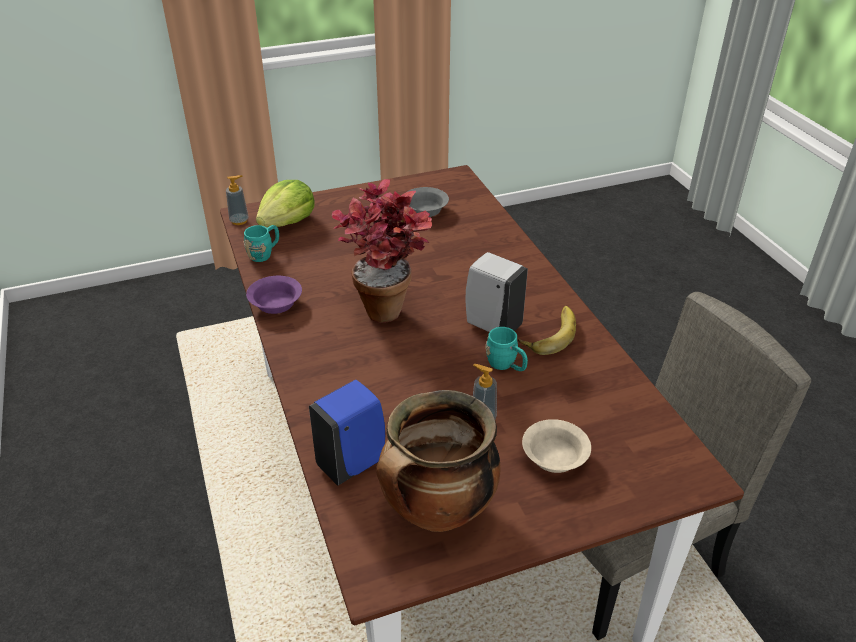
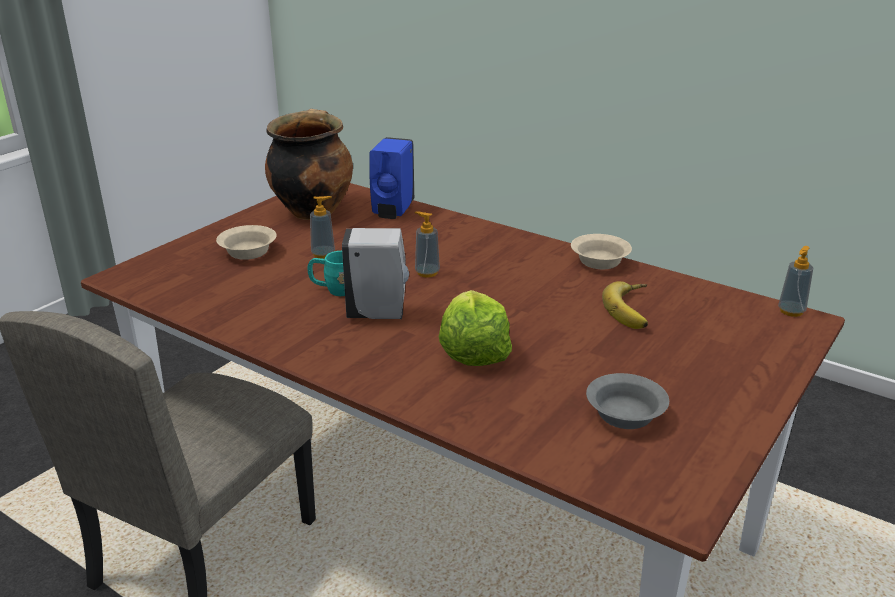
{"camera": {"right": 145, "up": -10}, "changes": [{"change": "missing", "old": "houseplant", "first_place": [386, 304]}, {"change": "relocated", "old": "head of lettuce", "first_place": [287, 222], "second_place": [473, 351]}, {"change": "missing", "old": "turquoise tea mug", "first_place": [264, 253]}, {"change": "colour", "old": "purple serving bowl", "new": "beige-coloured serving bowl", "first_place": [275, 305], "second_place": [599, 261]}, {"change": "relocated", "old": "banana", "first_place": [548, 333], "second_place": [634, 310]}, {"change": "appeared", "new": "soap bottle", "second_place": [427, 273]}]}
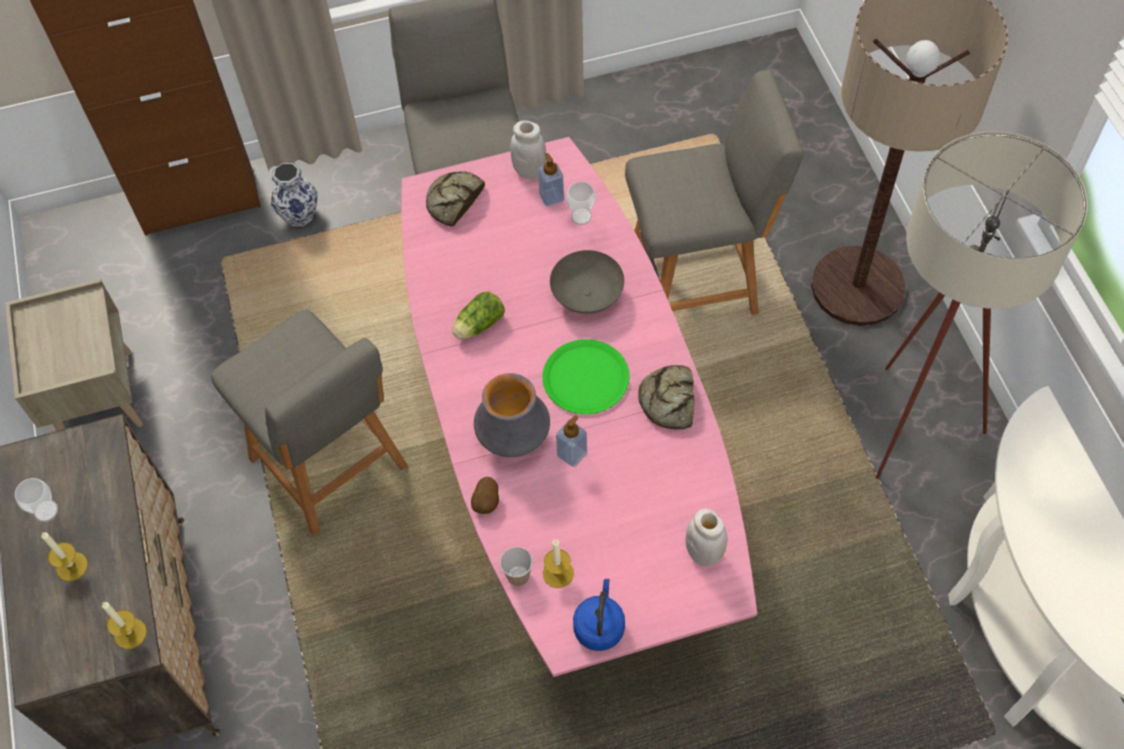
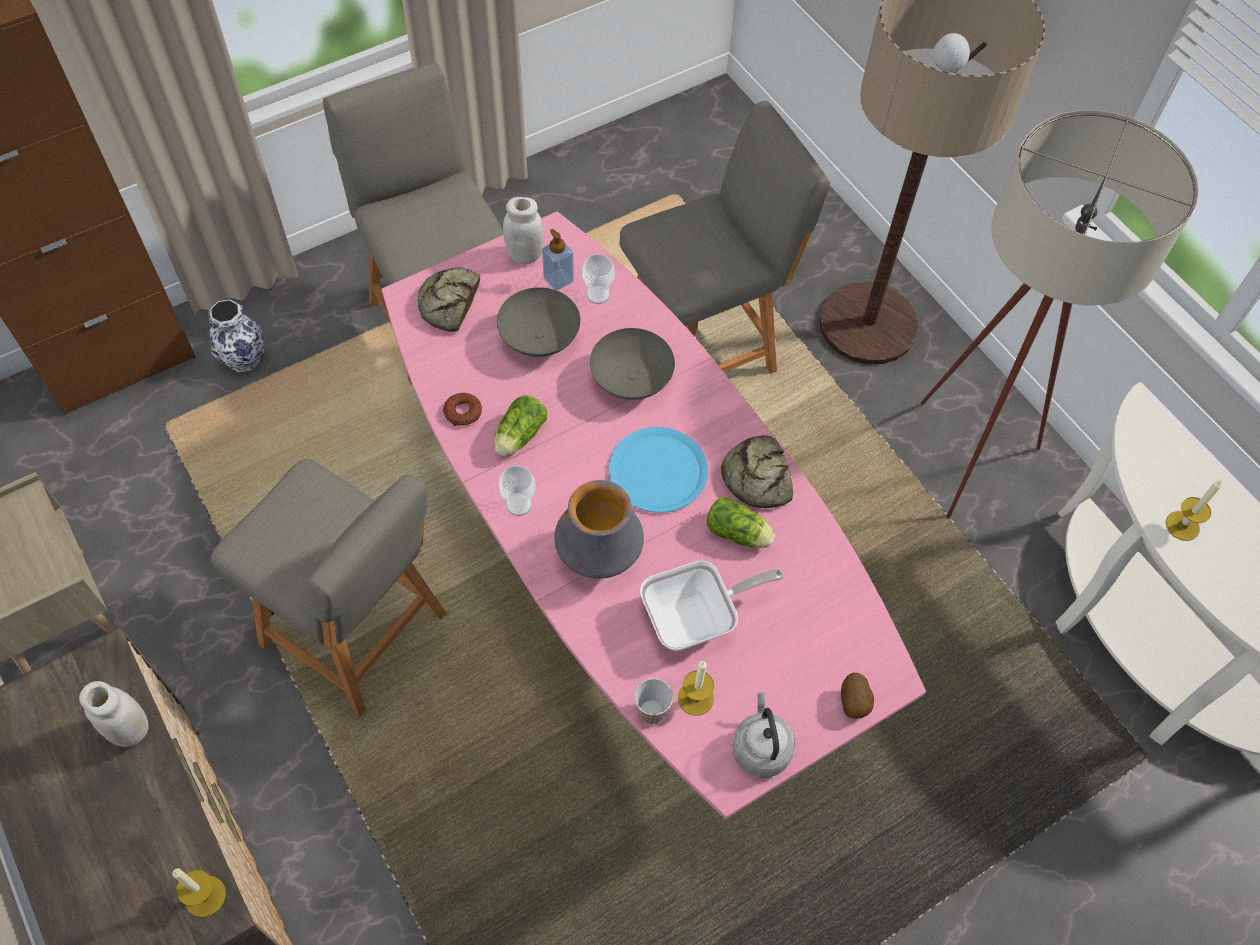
{"camera": {"right": -20, "up": 0}, "changes": [{"change": "colour", "old": "green-coloured plate", "new": "blue-coloured plate", "first_place": [585, 378], "second_place": [658, 471]}, {"change": "missing", "old": "soap bottle", "first_place": [572, 454]}, {"change": "relocated", "old": "spud", "first_place": [487, 503], "second_place": [854, 703]}, {"change": "relocated", "old": "small cup", "first_place": [46, 511], "second_place": [519, 505]}, {"change": "relocated", "old": "white-coloured preserve jar", "first_place": [704, 552], "second_place": [129, 729]}, {"change": "relocated", "old": "candle", "first_place": [72, 566], "second_place": [1182, 525]}, {"change": "colour", "old": "blue-coloured tea kettle", "new": "grey tea kettle", "first_place": [599, 626], "second_place": [760, 747]}, {"change": "appeared", "new": "grey serving bowl", "second_place": [538, 338]}, {"change": "appeared", "new": "donut", "second_place": [463, 412]}, {"change": "appeared", "new": "head of lettuce", "second_place": [739, 534]}, {"change": "appeared", "new": "skillet", "second_place": [696, 618]}]}
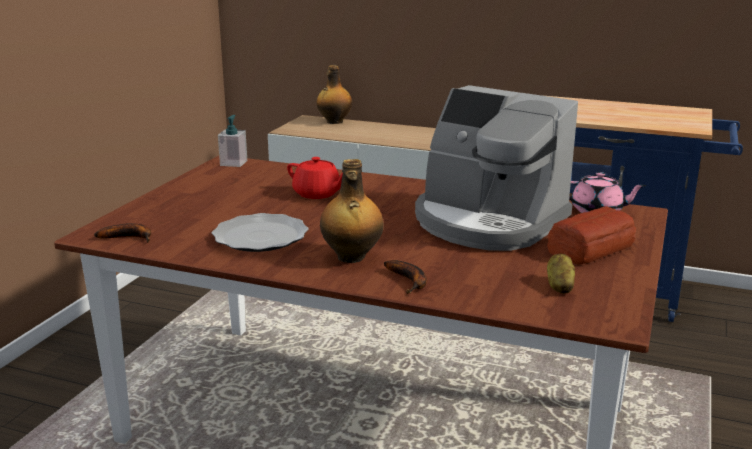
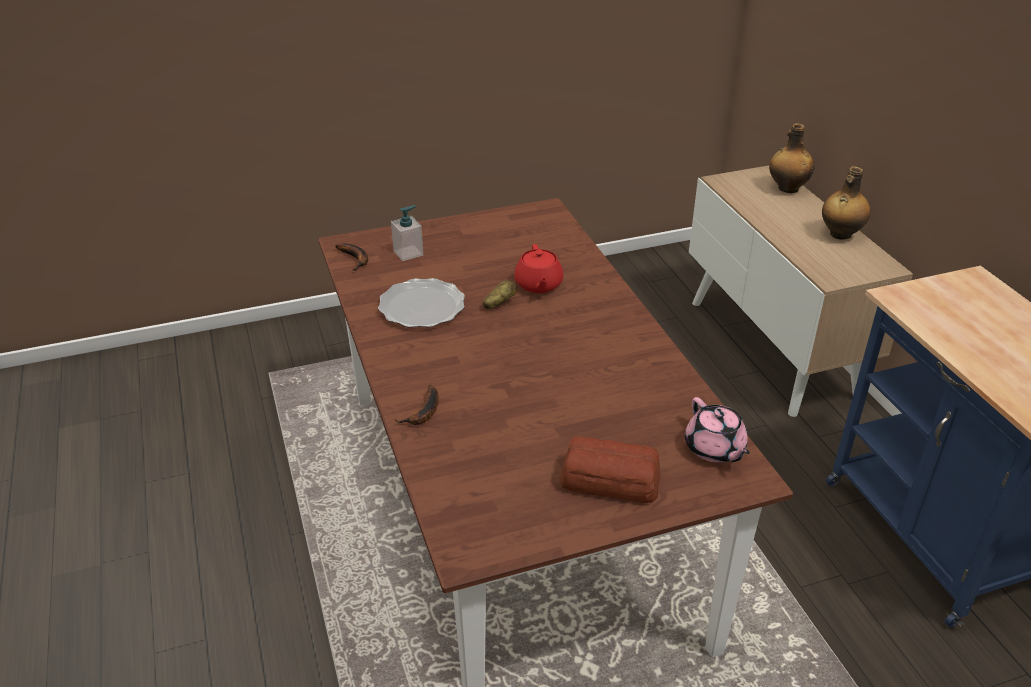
{"camera": {"right": 50, "up": 15}, "changes": [{"change": "missing", "old": "coffee brewer", "first_place": [487, 222]}, {"change": "relocated", "old": "soap bottle", "first_place": [233, 163], "second_place": [408, 253]}, {"change": "relocated", "old": "beverage bottle", "first_place": [351, 257], "second_place": [840, 234]}, {"change": "relocated", "old": "spud", "first_place": [559, 286], "second_place": [499, 304]}]}
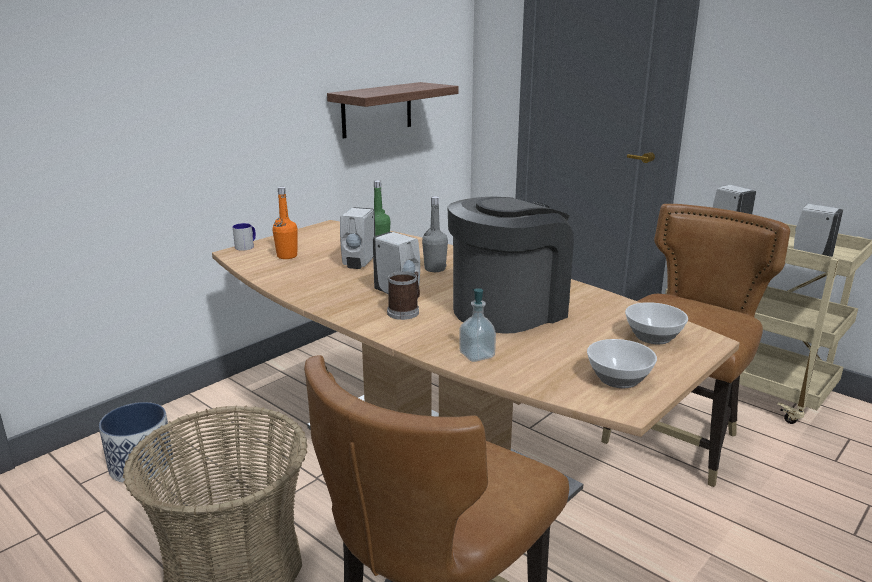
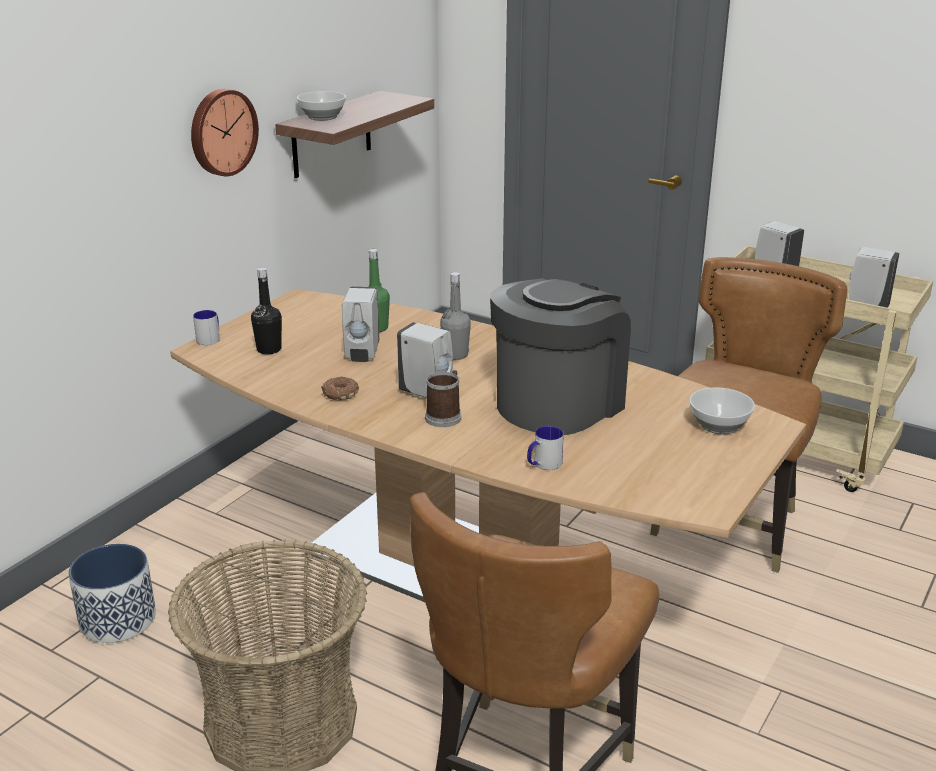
{"camera": {"right": -10, "up": 5}, "changes": [{"change": "colour", "old": "orangey beverage bottle", "new": "black beverage bottle", "first_place": [287, 256], "second_place": [269, 349]}, {"change": "exchanged", "old": "soap bottle", "new": "tea mug", "first_place": [477, 355], "second_place": [543, 464]}, {"change": "relocated", "old": "serving bowl", "first_place": [617, 379], "second_place": [321, 117]}, {"change": "appeared", "new": "clock on the wall", "second_place": [221, 132]}, {"change": "appeared", "new": "donut", "second_place": [339, 394]}]}
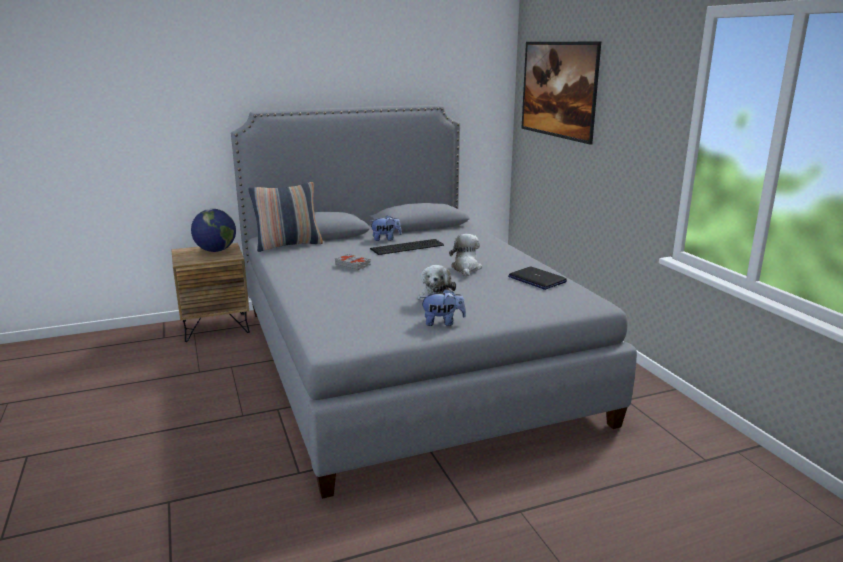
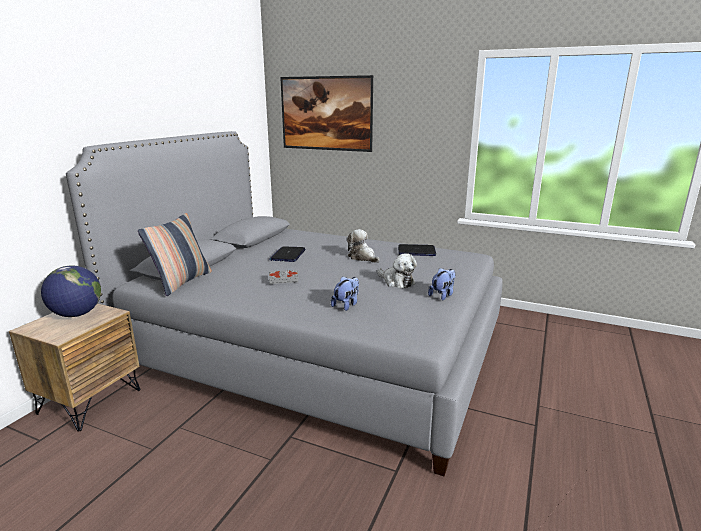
{"camera": {"right": -45, "up": 0}, "changes": [{"change": "relocated", "old": "cuddly toy", "first_place": [385, 239], "second_place": [346, 305]}, {"change": "exchanged", "old": "PC keyboard", "new": "portable computer", "first_place": [408, 247], "second_place": [288, 255]}]}
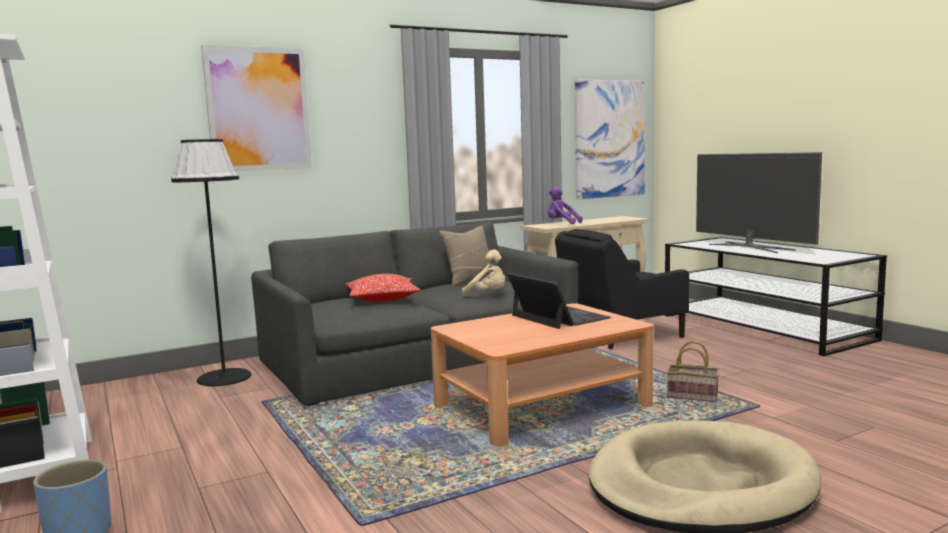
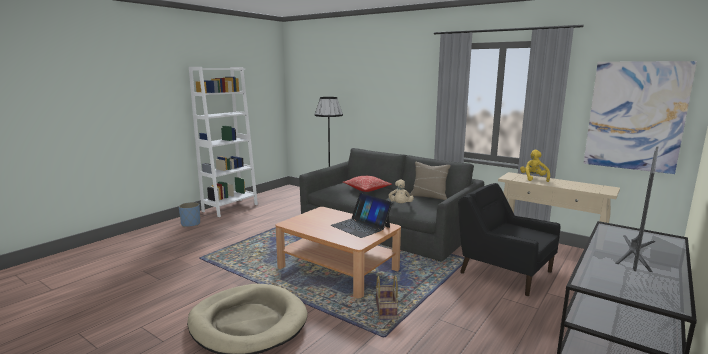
{"camera": {"right": 65, "up": 5}, "changes": [{"change": "missing", "old": "wall art", "first_place": [258, 109]}, {"change": "colour", "old": "purple cuddly toy", "new": "yellow cuddly toy", "first_place": [561, 224], "second_place": [533, 178]}, {"change": "spun", "old": "portable computer", "first_place": [559, 317], "second_place": [360, 226], "degrees": 105}]}
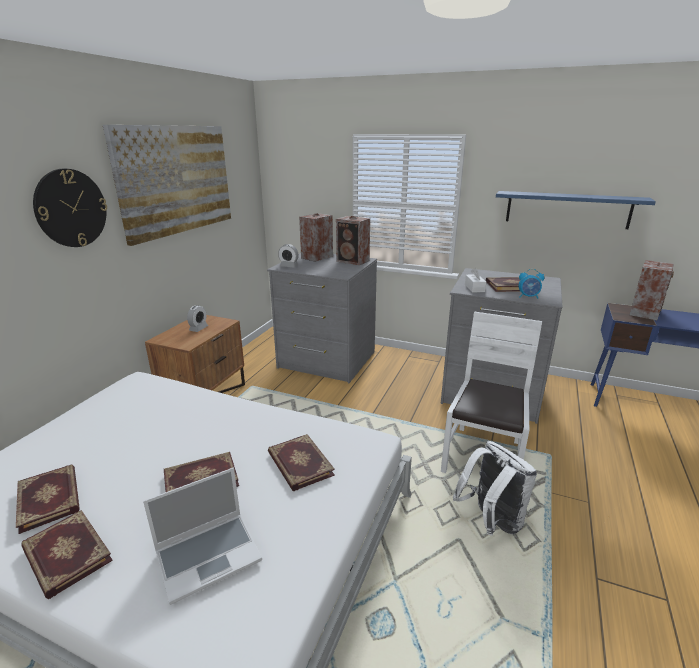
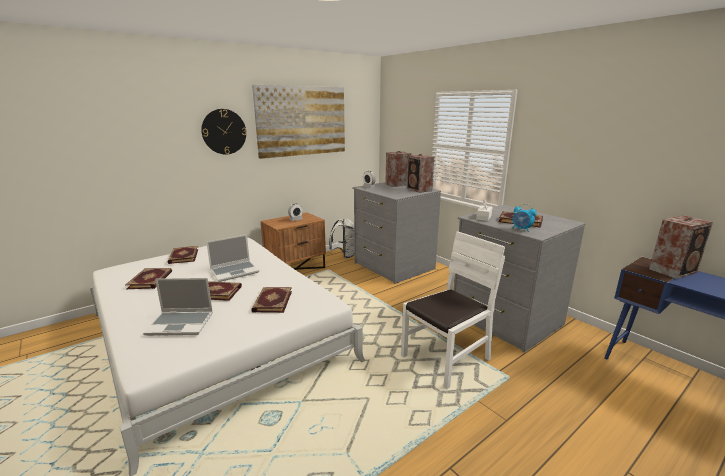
{"camera": {"right": 30, "up": -5}, "changes": [{"change": "missing", "old": "blue-coloured bracket shelf", "first_place": [567, 209]}, {"change": "relocated", "old": "white-coloured knapsack", "first_place": [491, 521], "second_place": [344, 255]}, {"change": "relocated", "old": "book", "first_place": [65, 555], "second_place": [183, 256]}, {"change": "appeared", "new": "portable computer", "second_place": [235, 271]}]}
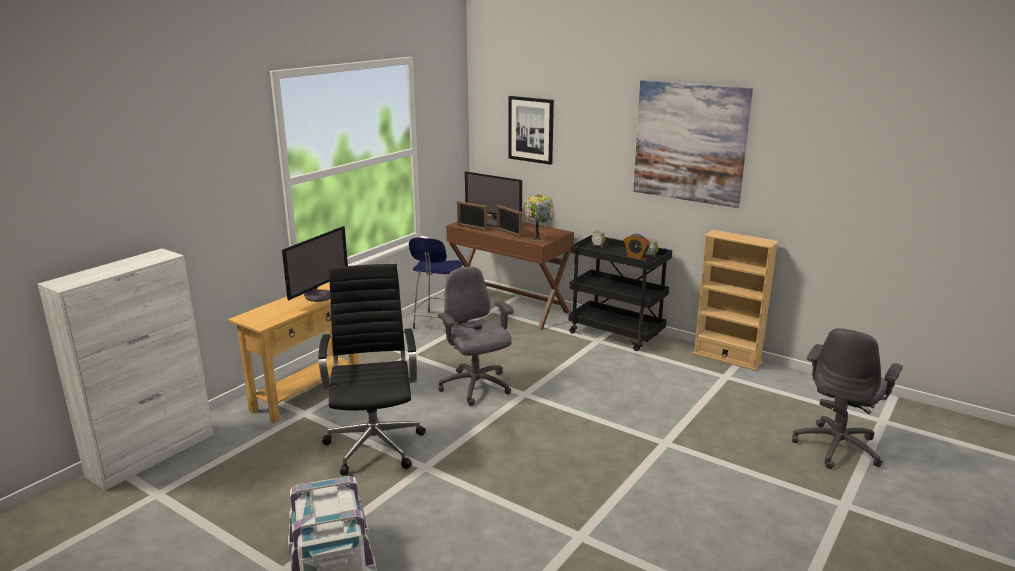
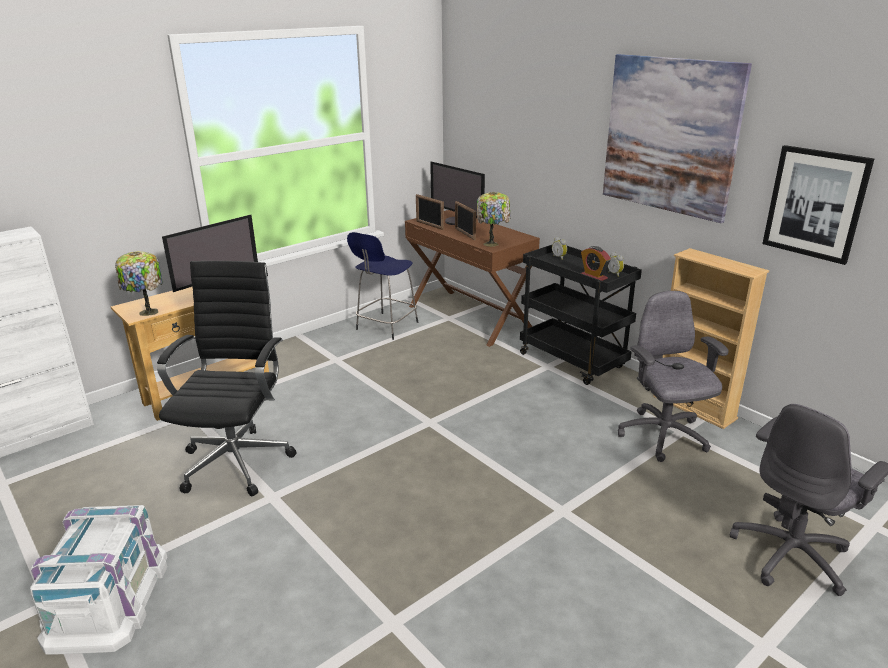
{"camera": {"right": 15, "up": 5}, "changes": [{"change": "relocated", "old": "wall art", "first_place": [531, 129], "second_place": [815, 203]}, {"change": "relocated", "old": "grey computer chair", "first_place": [475, 387], "second_place": [663, 437]}, {"change": "appeared", "new": "tabletop lamp", "second_place": [147, 312]}]}
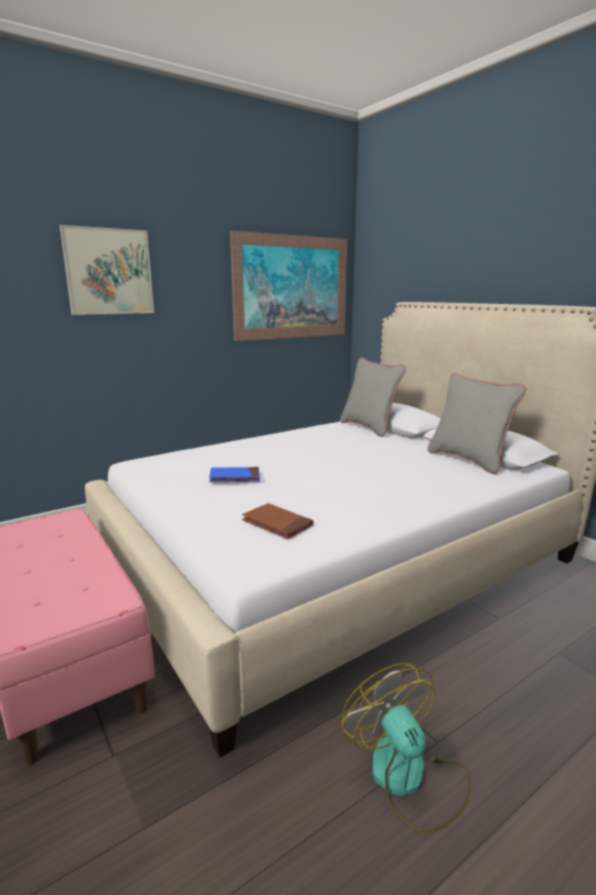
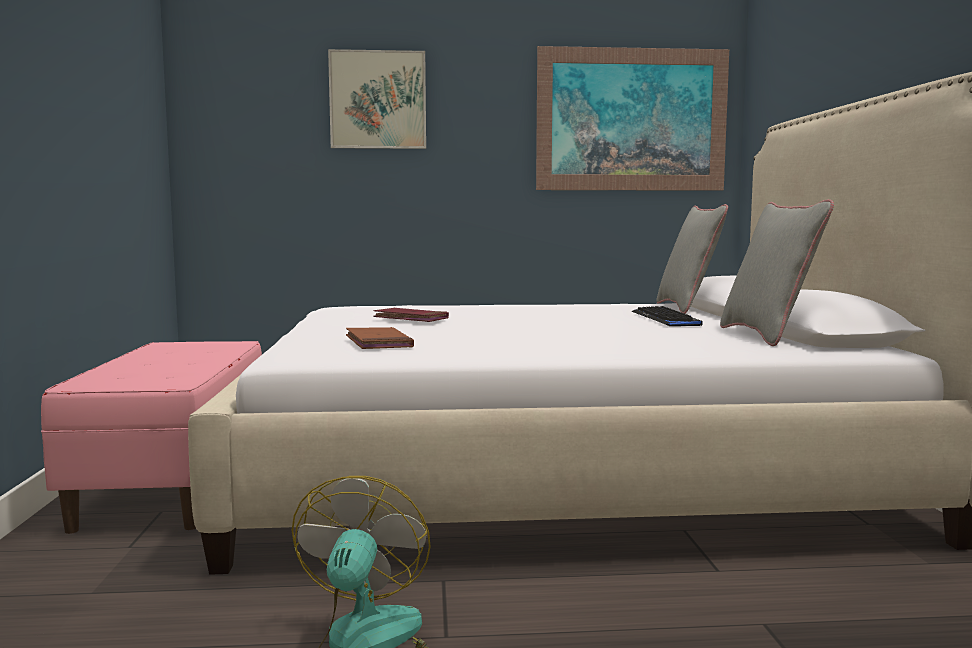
{"camera": {"right": 30, "up": -10}, "changes": [{"change": "colour", "old": "blue-coloured book", "new": "red book", "first_place": [235, 477], "second_place": [411, 319]}, {"change": "appeared", "new": "PC keyboard", "second_place": [665, 319]}]}
